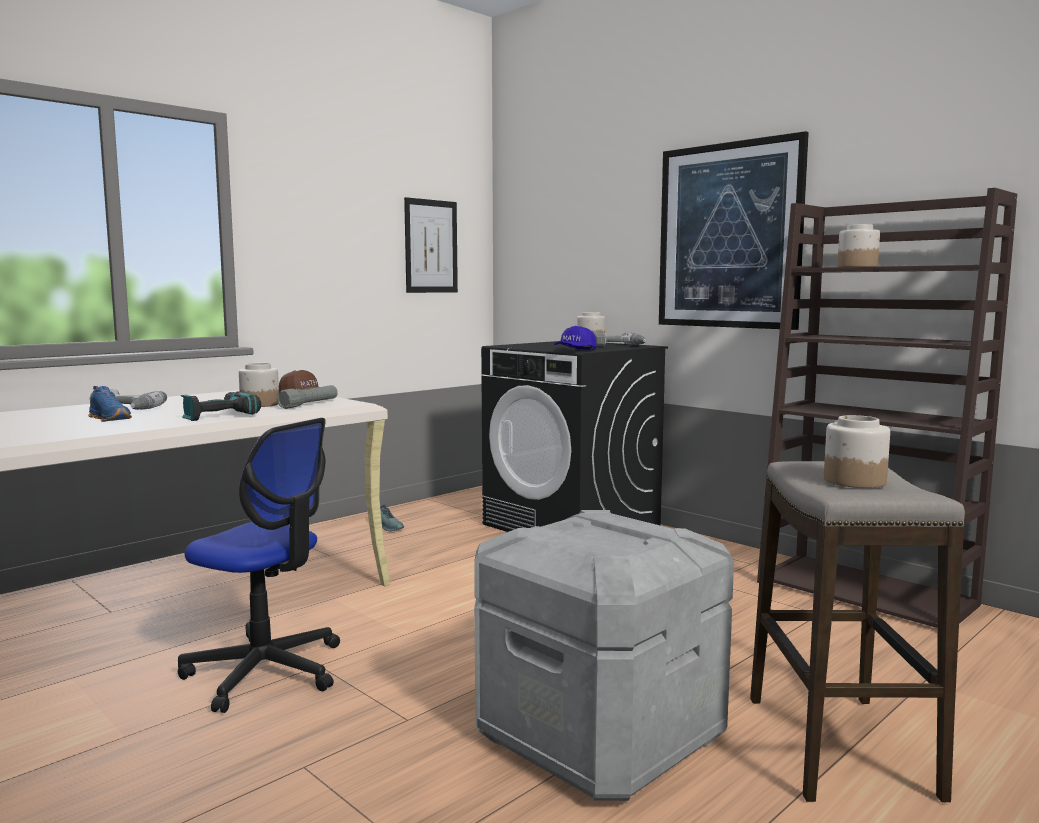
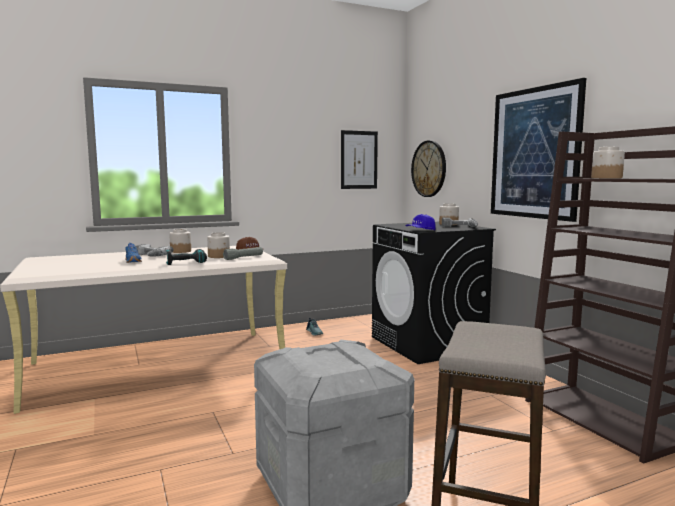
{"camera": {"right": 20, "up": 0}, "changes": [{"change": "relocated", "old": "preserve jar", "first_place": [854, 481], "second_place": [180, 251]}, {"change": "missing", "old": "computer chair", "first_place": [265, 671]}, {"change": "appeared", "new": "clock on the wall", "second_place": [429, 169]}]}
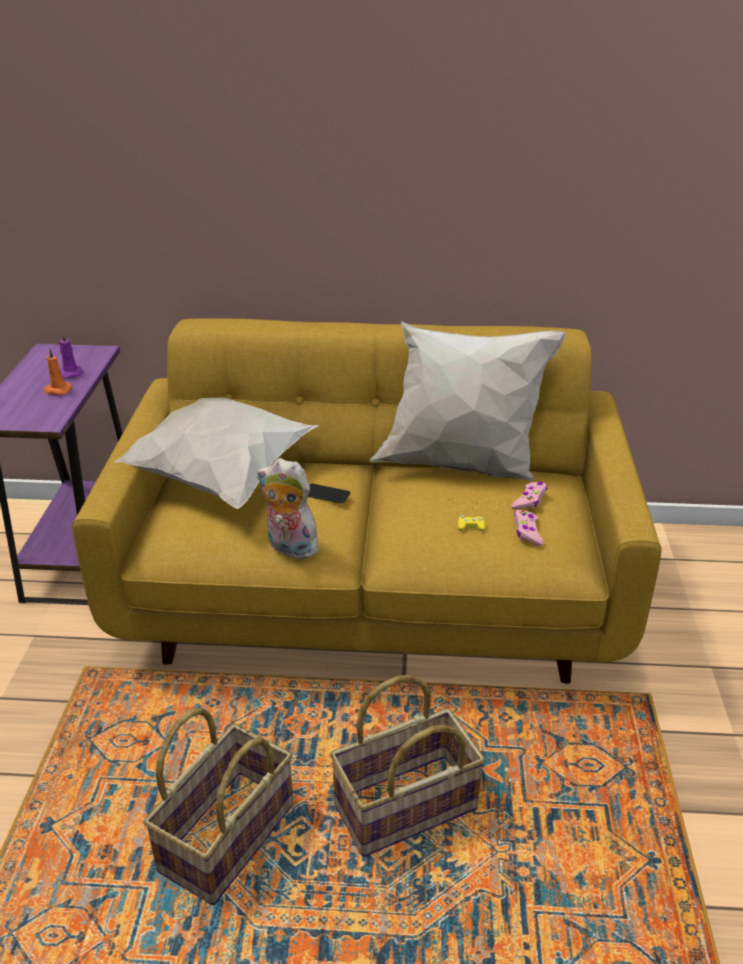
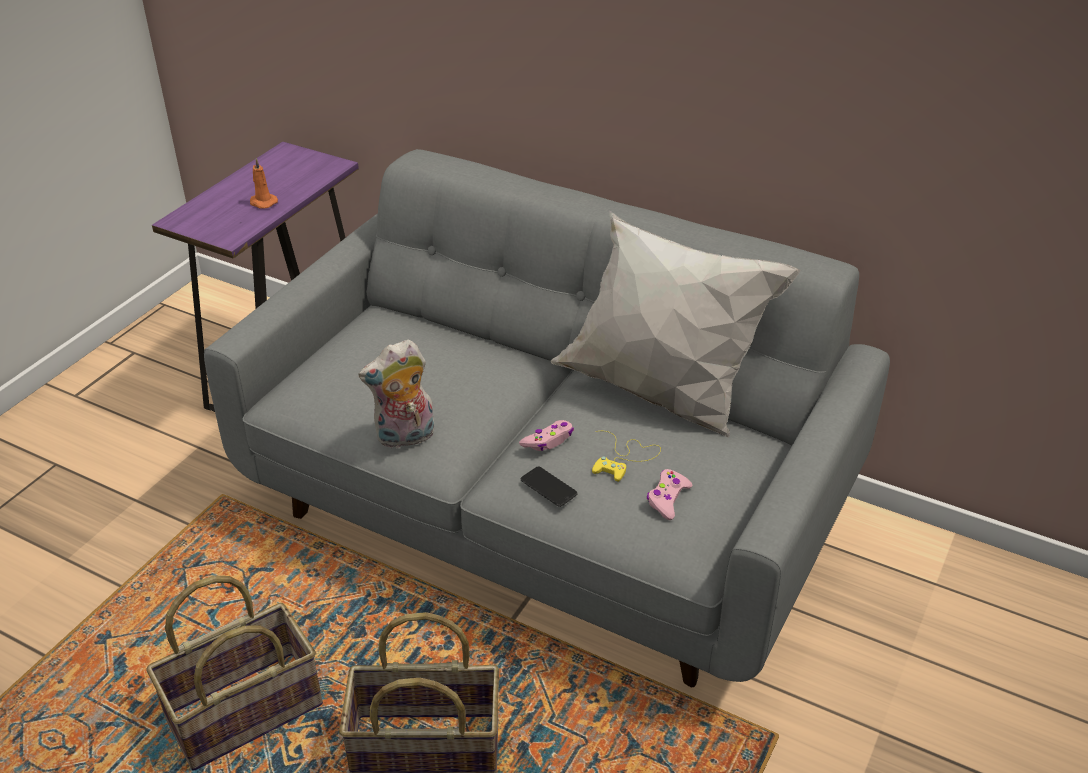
{"camera": {"right": 25, "up": 5}, "changes": [{"change": "colour", "old": "yellow couch", "new": "grey couch", "first_place": [372, 593], "second_place": [546, 509]}, {"change": "missing", "old": "purple candle", "first_place": [70, 373]}, {"change": "missing", "old": "white-coloured throw pillow", "first_place": [223, 476]}, {"change": "spun", "old": "cuddly toy", "first_place": [289, 548], "second_place": [405, 438], "degrees": -75}, {"change": "relocated", "old": "pink gamepad", "first_place": [529, 500], "second_place": [548, 441]}, {"change": "relocated", "old": "telephone", "first_place": [326, 494], "second_place": [548, 487]}]}
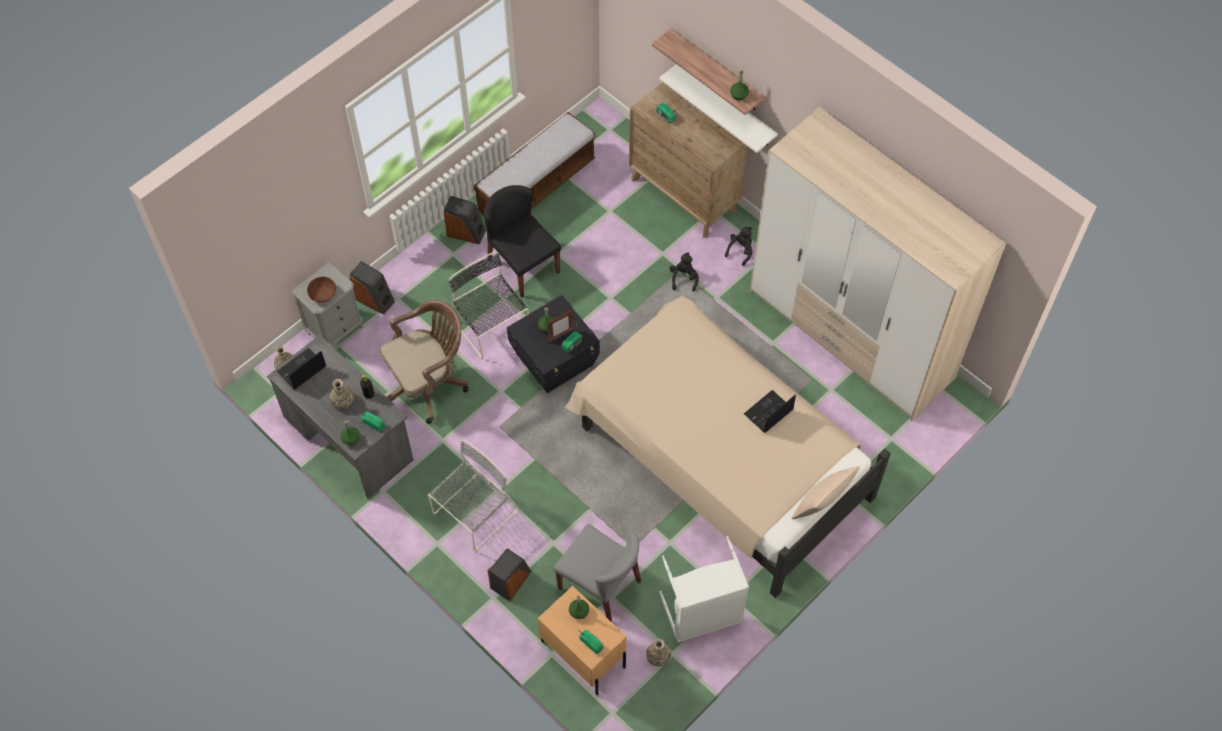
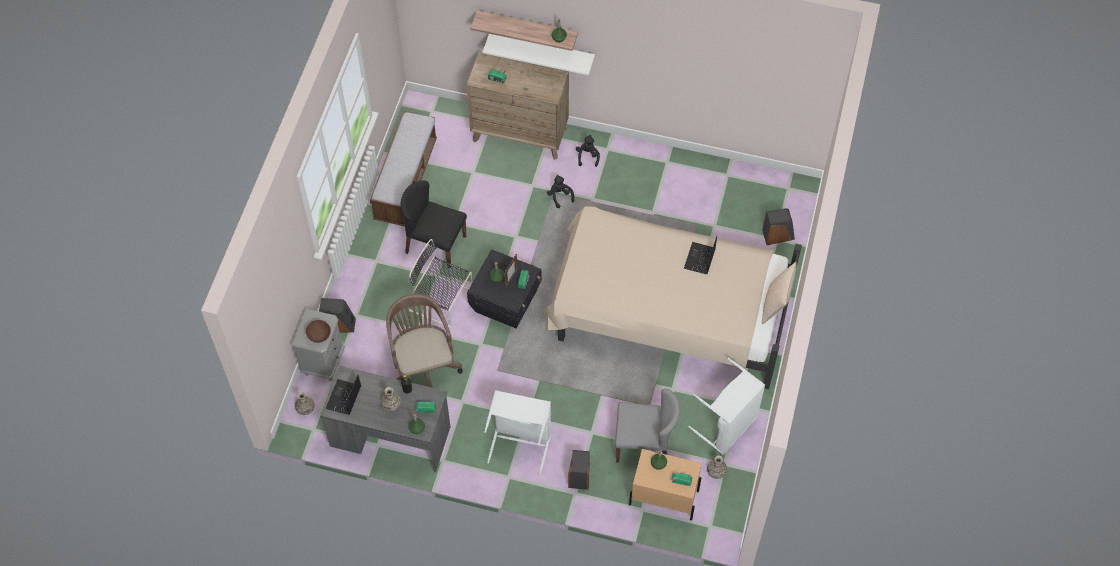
{"camera": {"right": -30, "up": 0}, "changes": [{"change": "missing", "old": "wardrobe", "first_place": [850, 334]}, {"change": "relocated", "old": "speaker", "first_place": [466, 232], "second_place": [778, 235]}, {"change": "spun", "old": "brownish computer chair", "first_place": [428, 383], "second_place": [423, 365], "degrees": -45}, {"change": "exchanged", "old": "grey plain chair", "new": "white-coloured laundry basket", "first_place": [473, 514], "second_place": [521, 442]}]}
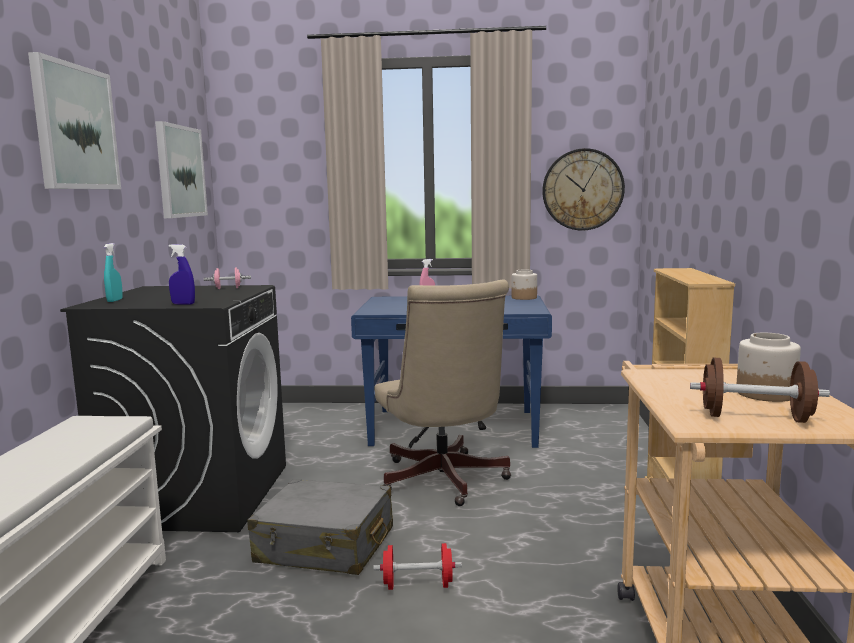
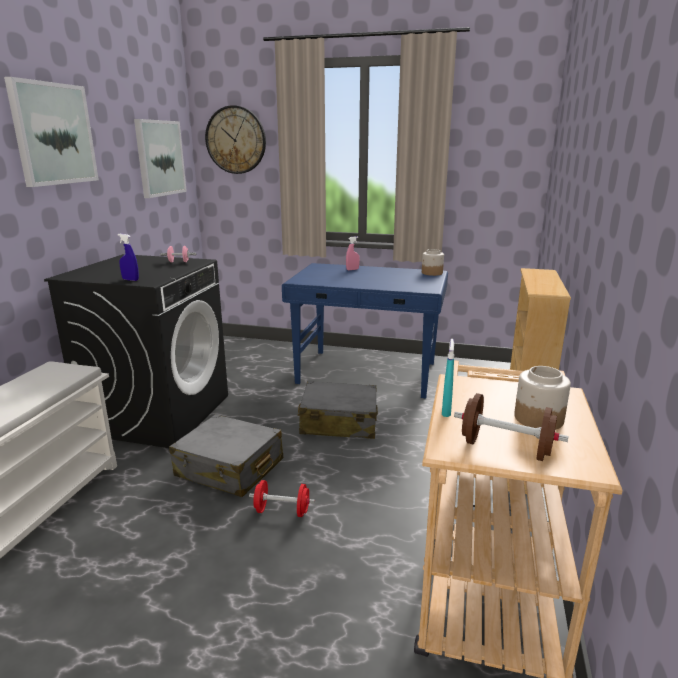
{"camera": {"right": 10, "up": 10}, "changes": [{"change": "relocated", "old": "clock on the wall", "first_place": [582, 189], "second_place": [236, 140]}, {"change": "relocated", "old": "turquoise sprayer", "first_place": [115, 300], "second_place": [446, 411]}, {"change": "exchanged", "old": "beige-coloured computer chair", "new": "grey piece of luggage", "first_place": [443, 482], "second_place": [338, 422]}]}
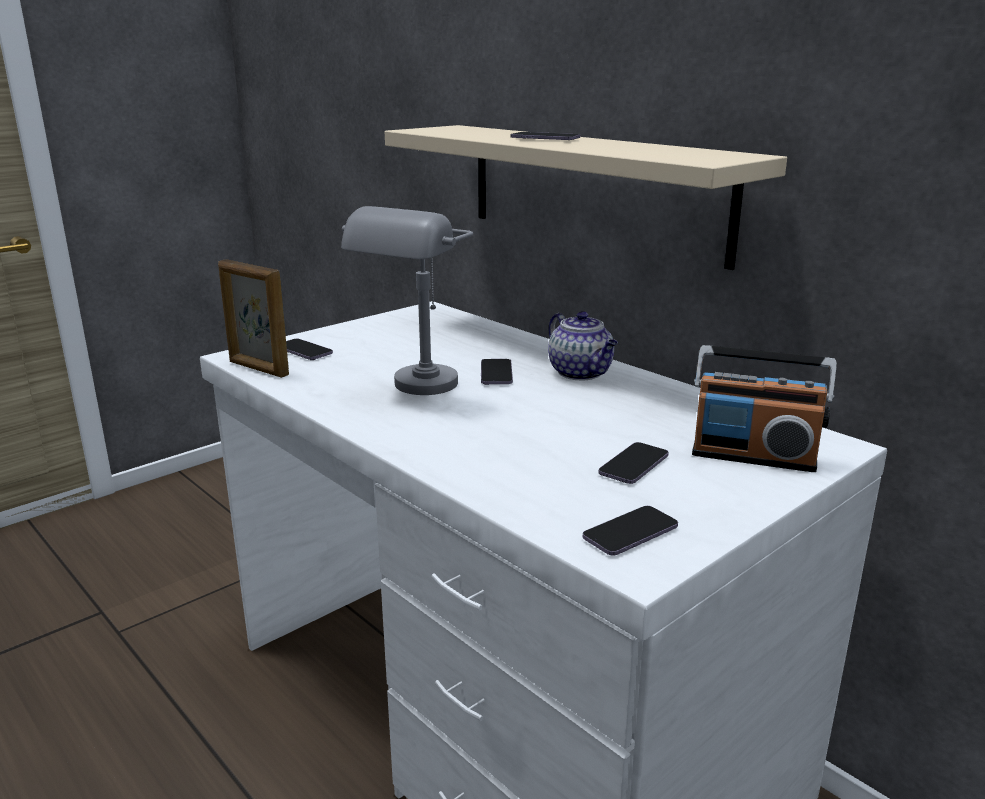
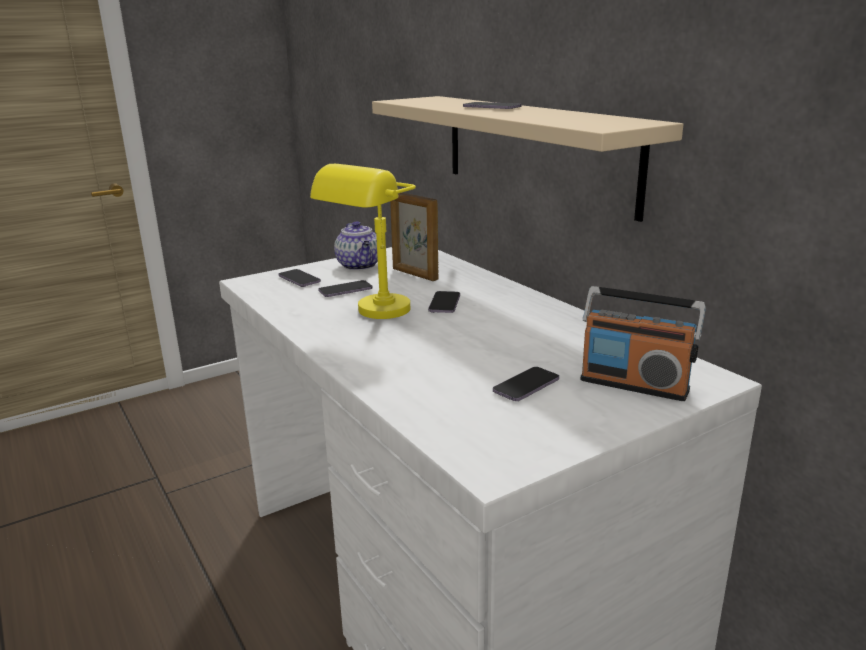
{"camera": {"right": 10, "up": 0}, "changes": [{"change": "colour", "old": "grey tabletop lamp", "new": "yellow tabletop lamp", "first_place": [415, 391], "second_place": [373, 315]}, {"change": "relocated", "old": "picture frame", "first_place": [258, 369], "second_place": [414, 274]}, {"change": "relocated", "old": "pot for tea", "first_place": [581, 373], "second_place": [360, 266]}, {"change": "relocated", "old": "telephone", "first_place": [630, 533], "second_place": [345, 290]}]}
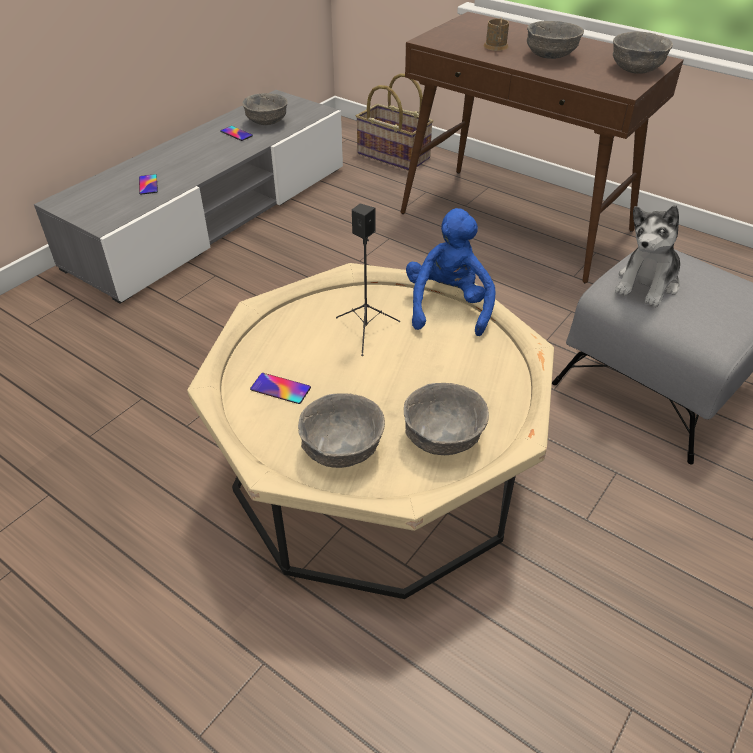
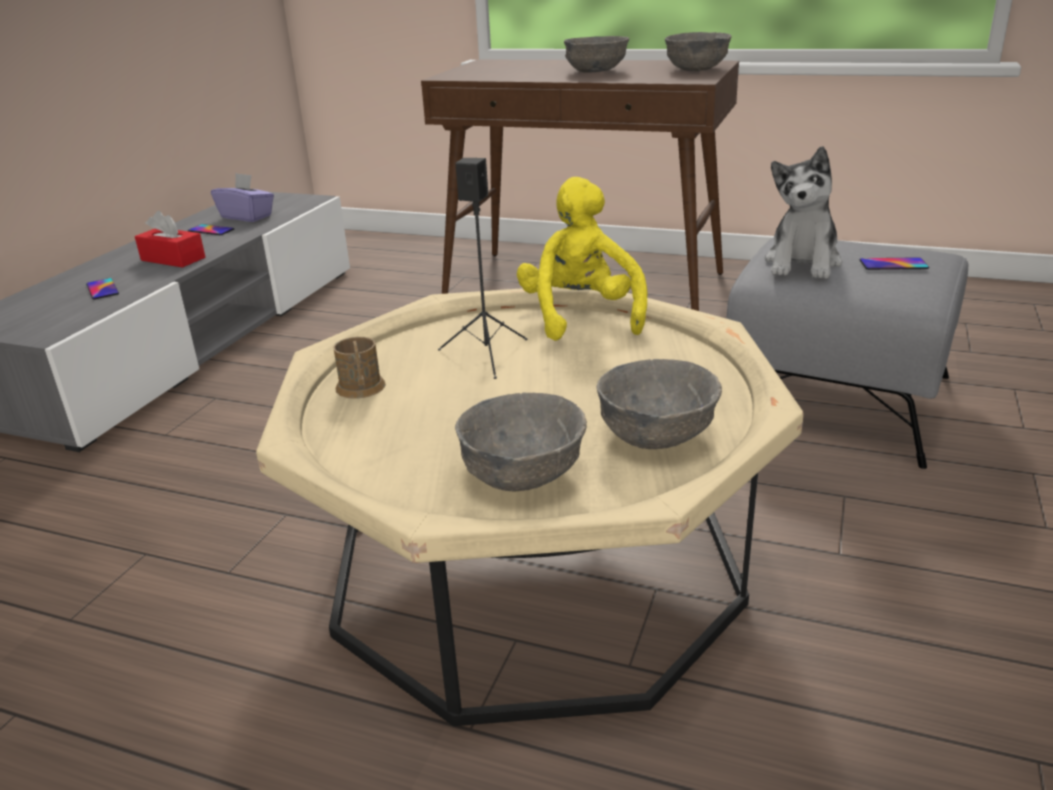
{"camera": {"right": -15, "up": -15}, "changes": [{"change": "relocated", "old": "brownish tea mug", "first_place": [496, 47], "second_place": [361, 390]}, {"change": "missing", "old": "household basket", "first_place": [392, 156]}, {"change": "exchanged", "old": "grey serving bowl", "new": "purple tissue holder", "first_place": [266, 122], "second_place": [247, 216]}, {"change": "colour", "old": "blue-coloured cuddly toy", "new": "yellow cuddly toy", "first_place": [448, 306], "second_place": [580, 316]}, {"change": "relocated", "old": "telephone", "first_place": [280, 389], "second_place": [893, 264]}, {"change": "appeared", "new": "red tissue holder", "second_place": [173, 259]}]}
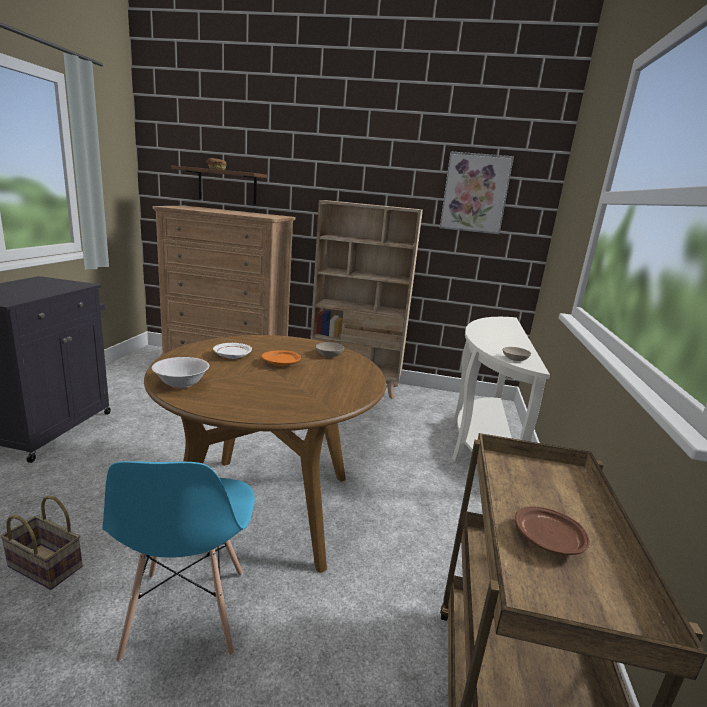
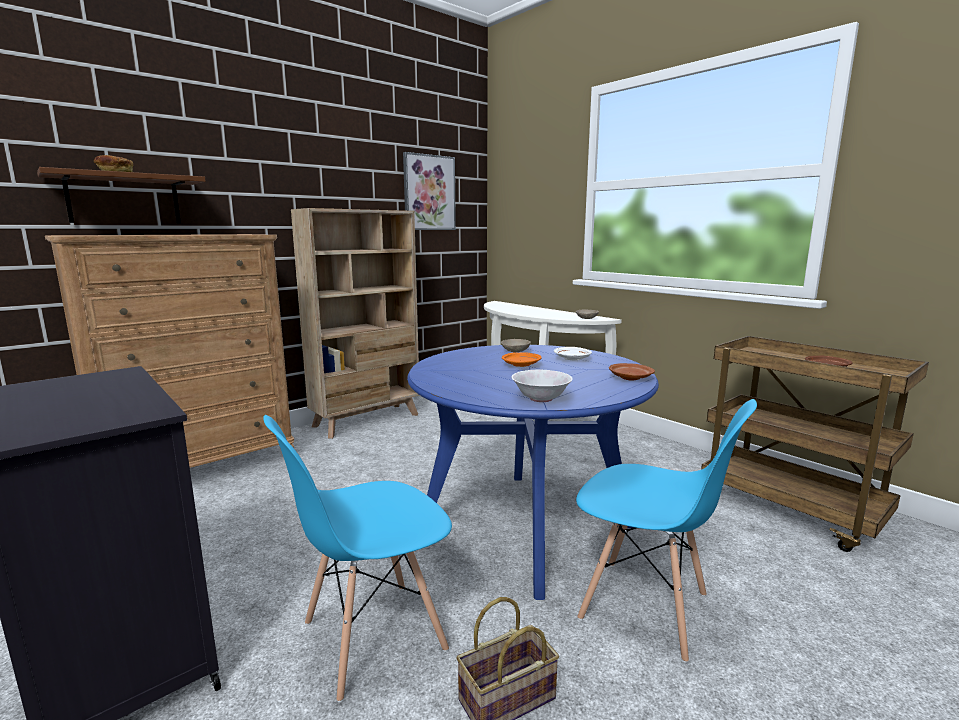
{"camera": {"right": -50, "up": -5}, "changes": [{"change": "colour", "old": "brownish dining table", "new": "blue-coloured dining table", "first_place": [266, 508], "second_place": [526, 526]}, {"change": "relocated", "old": "white-coloured plate", "first_place": [232, 356], "second_place": [572, 359]}, {"change": "appeared", "new": "brownish plate", "second_place": [630, 378]}, {"change": "appeared", "new": "blue-coloured plain chair", "second_place": [372, 637]}]}
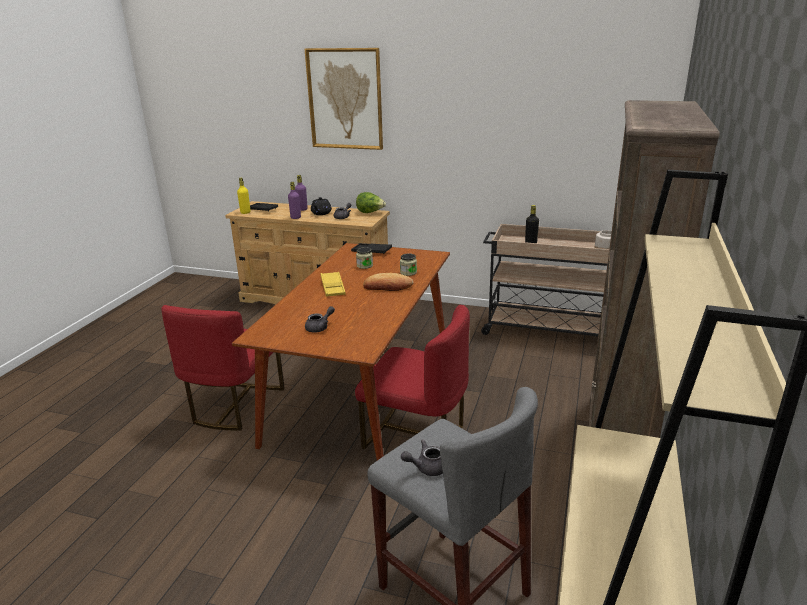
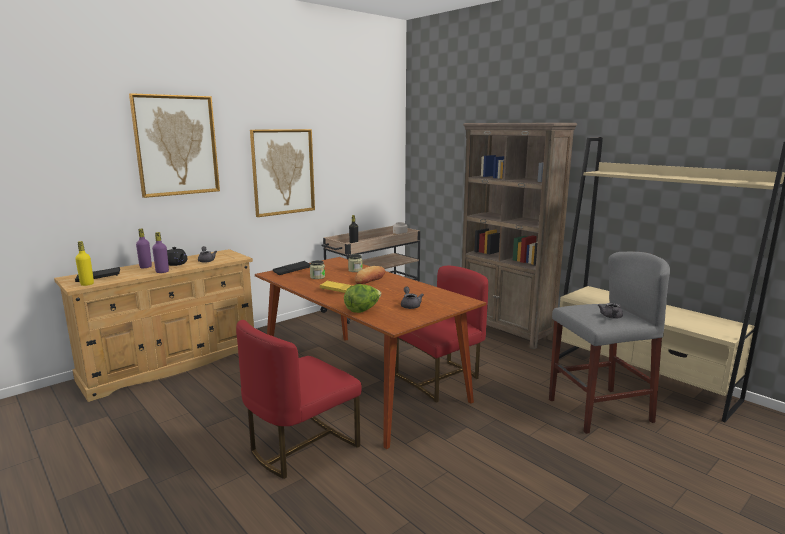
{"camera": {"right": -60, "up": -10}, "changes": [{"change": "relocated", "old": "head of lettuce", "first_place": [370, 212], "second_place": [362, 310]}, {"change": "spun", "old": "red plain chair", "first_place": [234, 405], "second_place": [301, 446], "degrees": 90}, {"change": "appeared", "new": "wall art", "second_place": [283, 172]}]}
